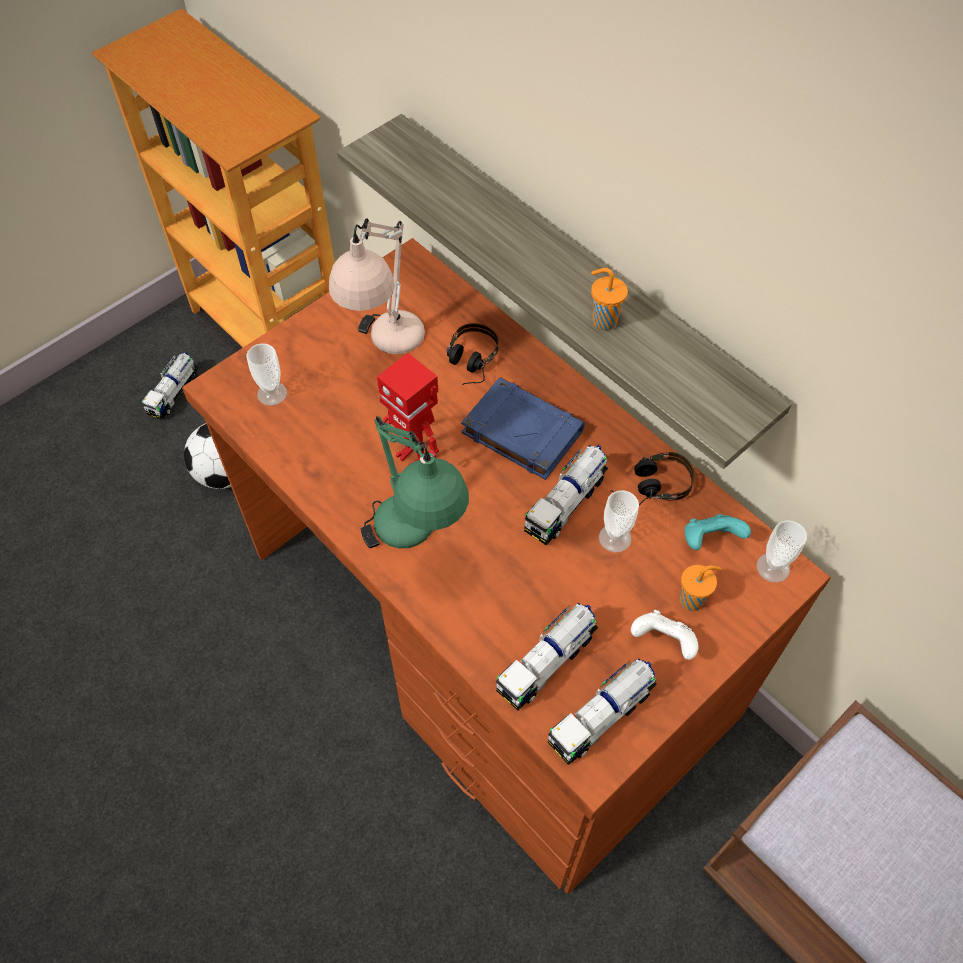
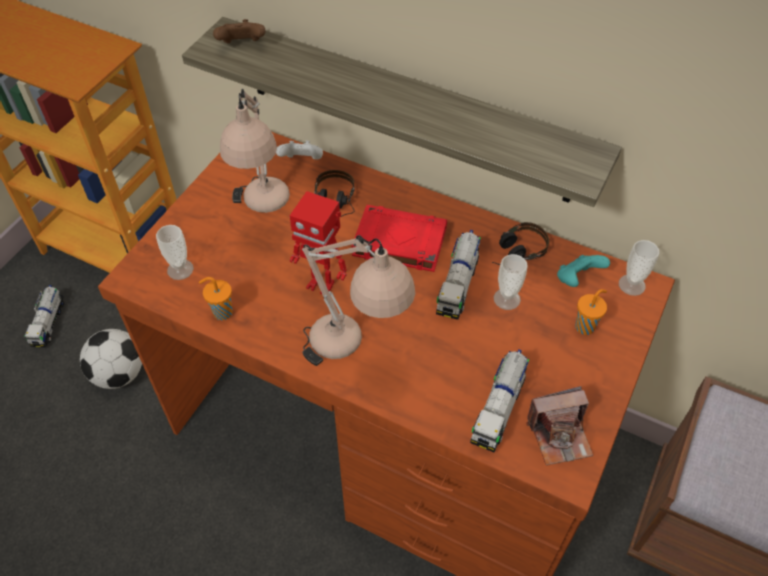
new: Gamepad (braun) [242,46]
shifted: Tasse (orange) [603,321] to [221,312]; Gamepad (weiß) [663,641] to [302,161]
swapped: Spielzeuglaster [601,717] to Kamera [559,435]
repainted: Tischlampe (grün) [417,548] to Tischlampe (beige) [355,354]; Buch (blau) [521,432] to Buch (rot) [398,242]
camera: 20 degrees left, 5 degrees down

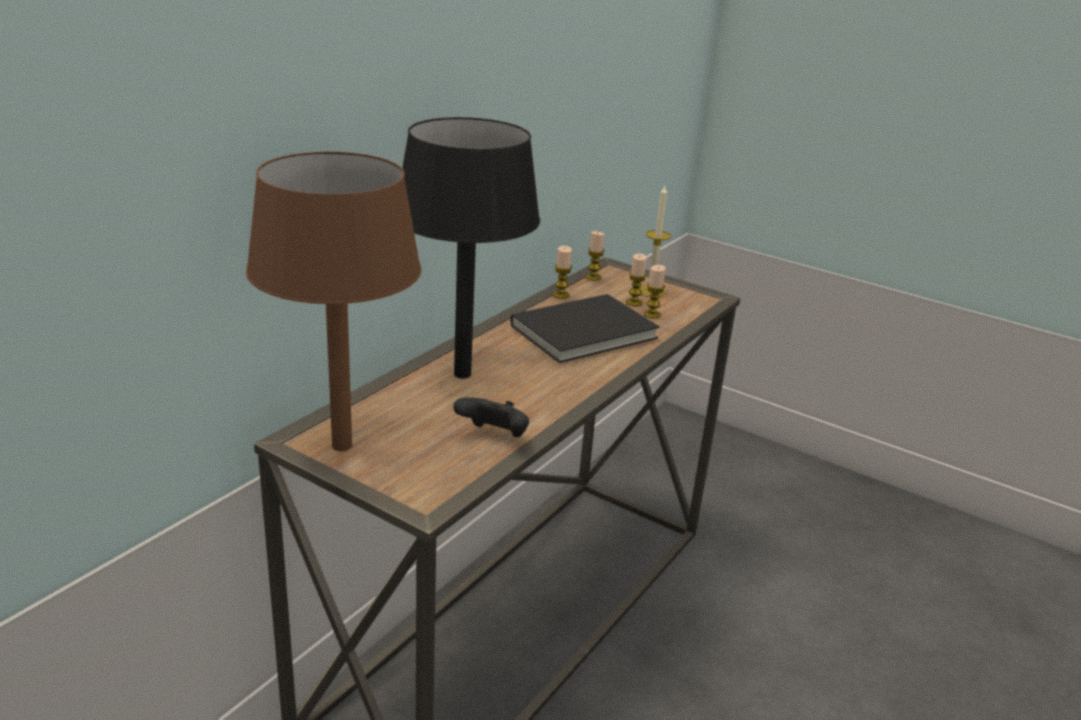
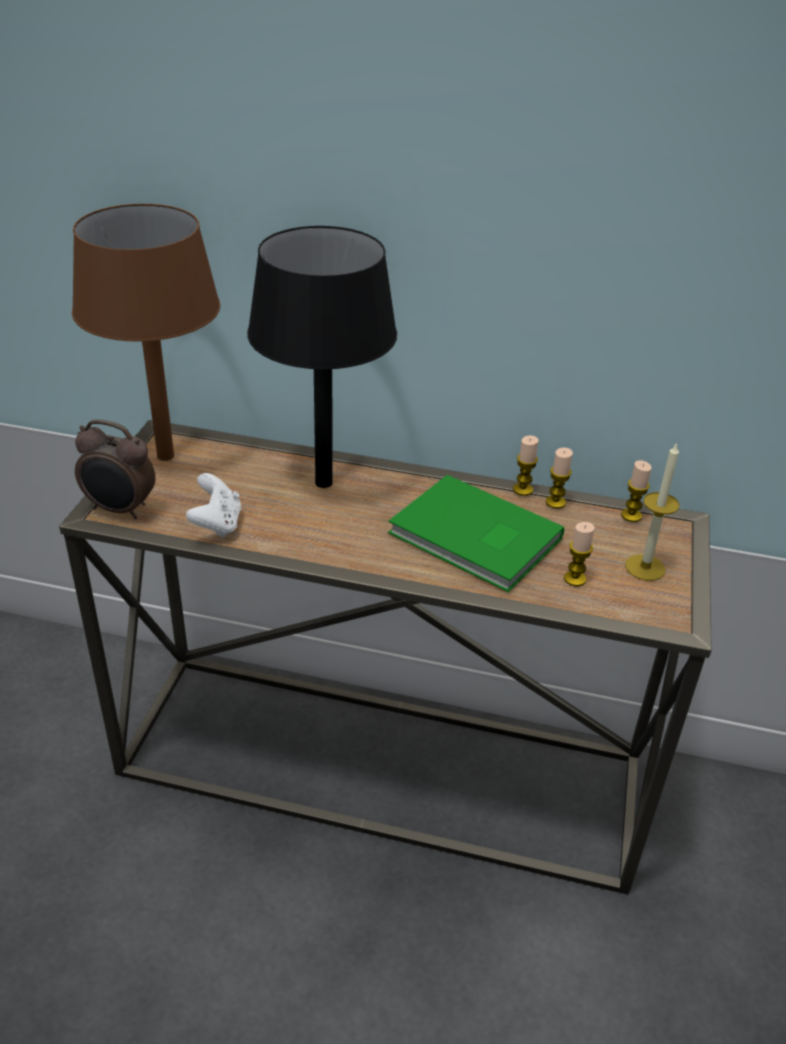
new: Wecker [120,510]
shifted: Kerze [634,302] to [522,489]
repainted: Gamepad (schwarz) [494,436] to Gamepad (weiß) [217,524]; Buch (schwarz) [587,333] to Buch (grün) [475,538]
camera: 70 degrees right, 10 degrees up

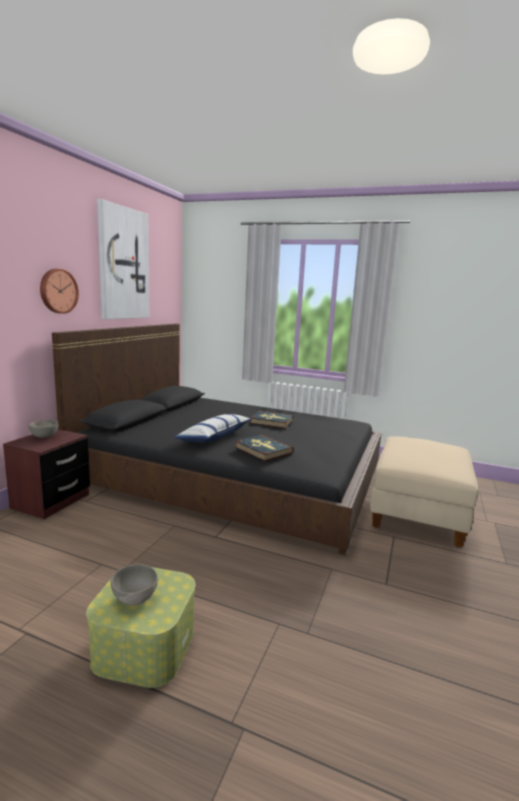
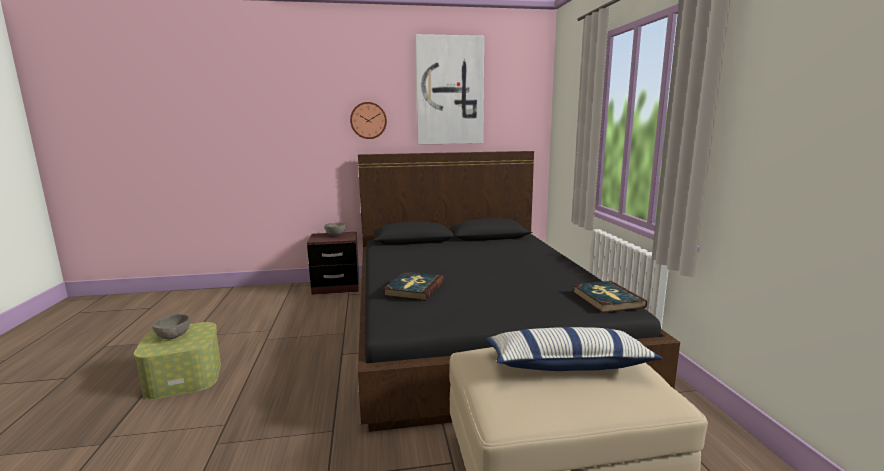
shifted: Kissen [215,437] to [566,364]; Buch [271,421] to [606,299]
camera: 60 degrees right, 0 degrees up

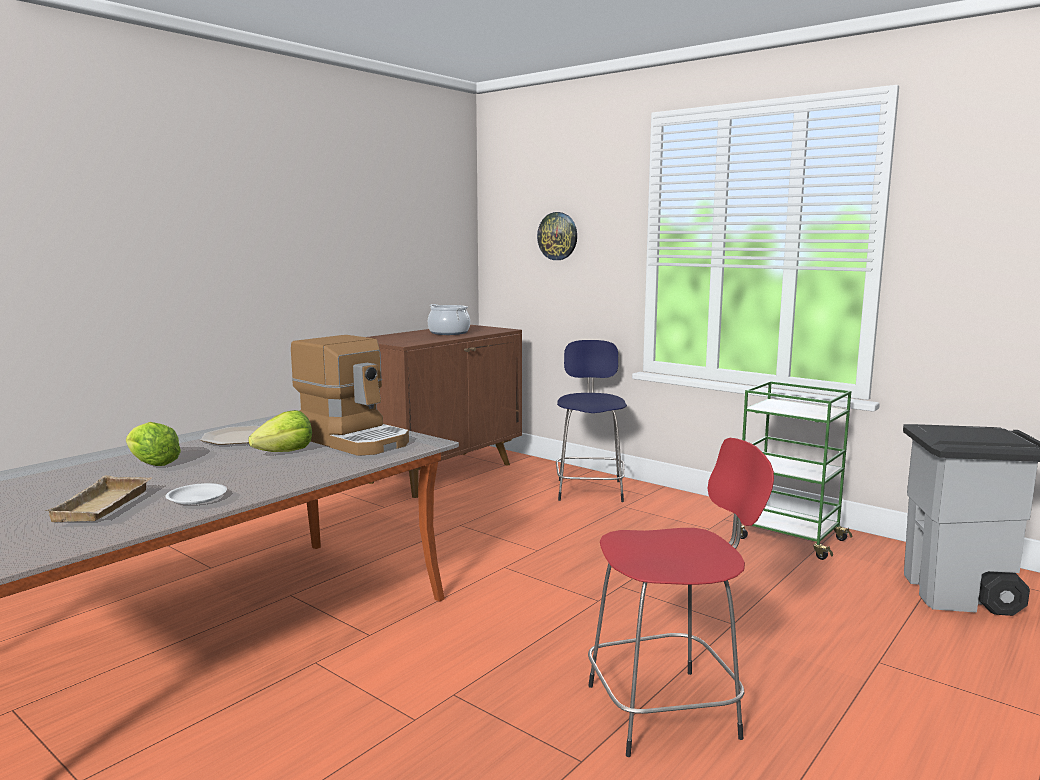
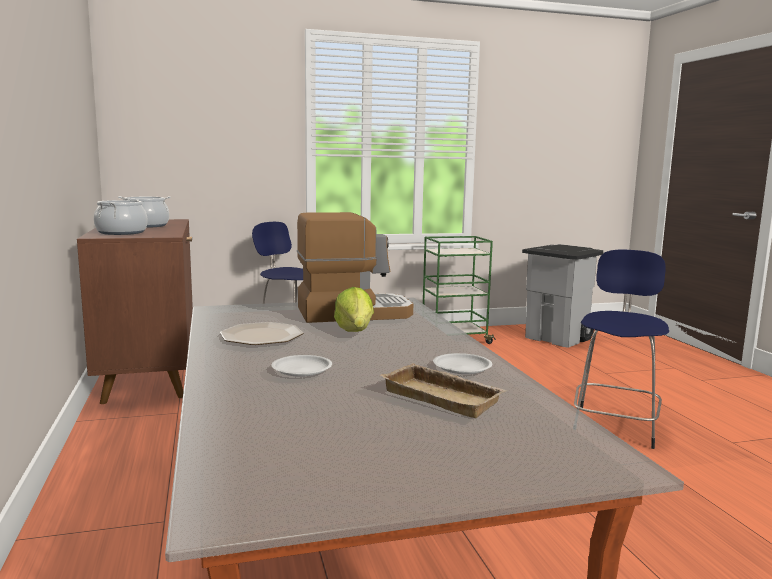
gone: Wanduhr [558,236]
new: Kochtopf [121,232]
swapped: Salatkopf [152,463] to Teller (weiß) [302,369]
repainted: Hocker (rot) [667,710] to Hocker (blau) [614,425]
camera: 55 degrees left, 0 degrees up

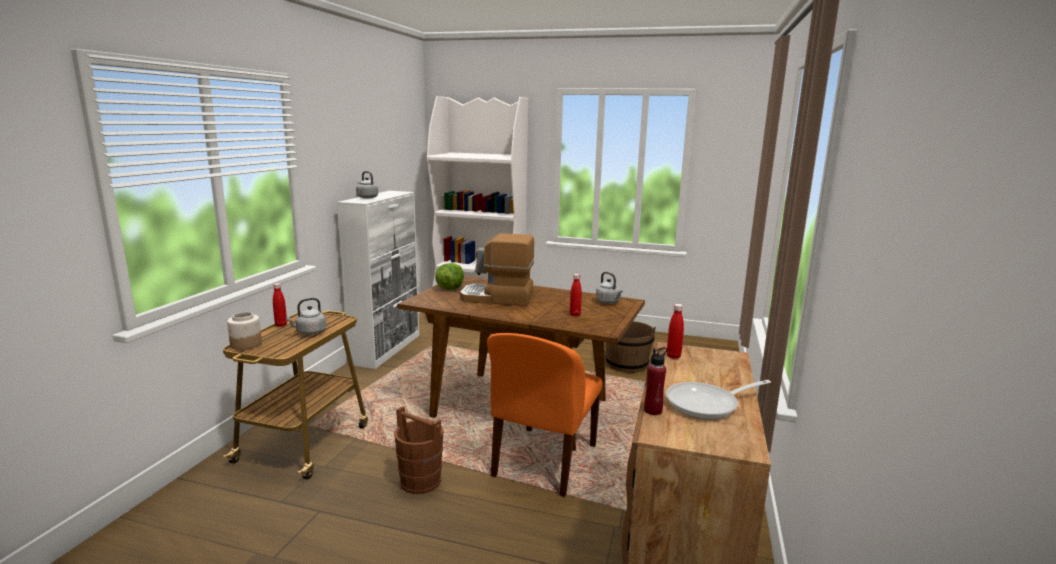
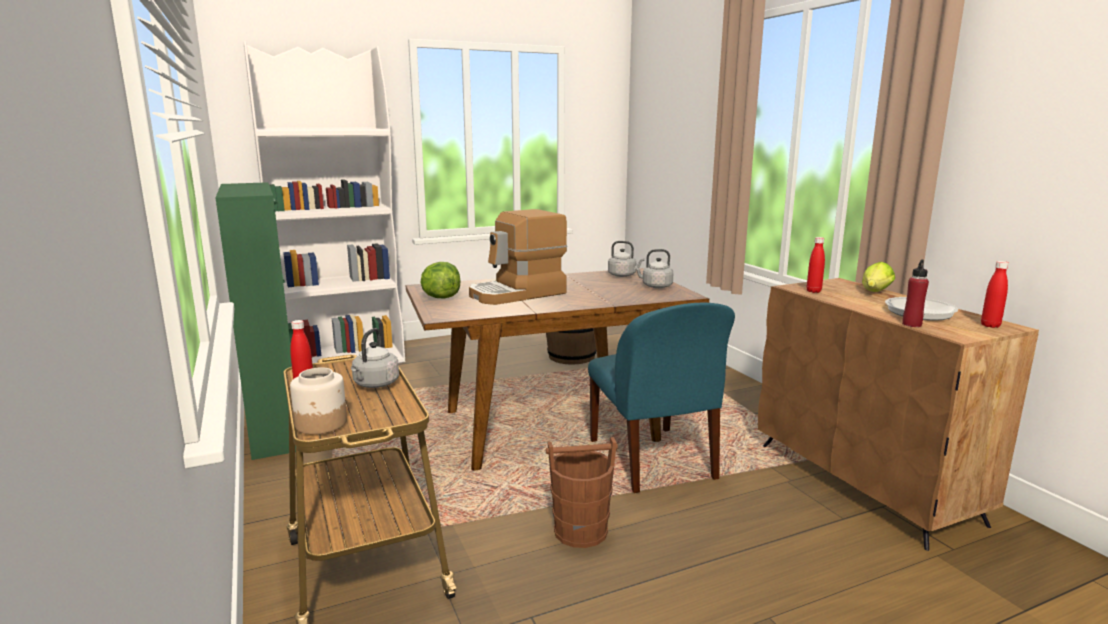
new: Salatkopf [875,293]
shifted: Wasserkessel (grau) [366,197] to [655,286]; Flasche (rot) [575,314] to [990,325]
repainted: Schrank (weiß) [386,349] to Schrank (grün) [274,425]; Stuhl (orange) [543,462] to Stuhl (blau) [653,460]
camera: 40 degrees left, 0 degrees up

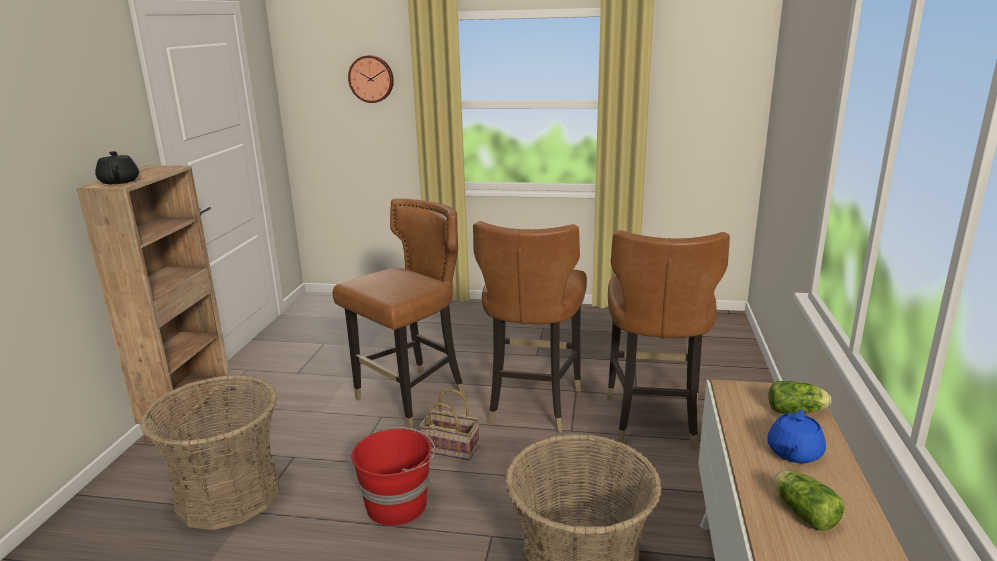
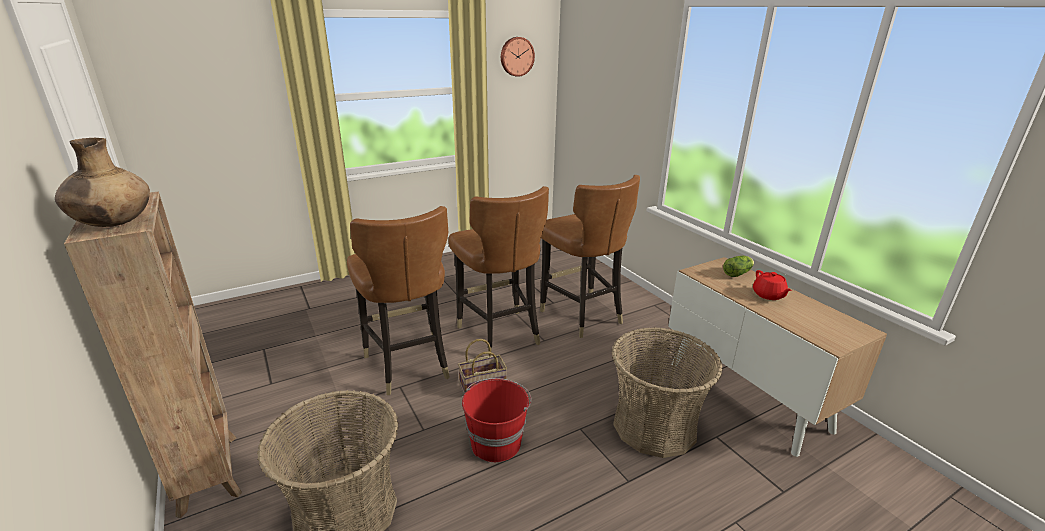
gone: Salatkopf [802,512]
shifted: Wanduhr [371,79] to [516,56]
swapped: Teekanne (schwarz) [119,181] to Vase (braun) [114,224]
repainted: Teekanne (blau) [794,453] to Teekanne (rot) [768,295]
rotated: Stuhl (braun) [411,400] = [408,364] 150 degrees clockwise
camera: 40 degrees left, 5 degrees up

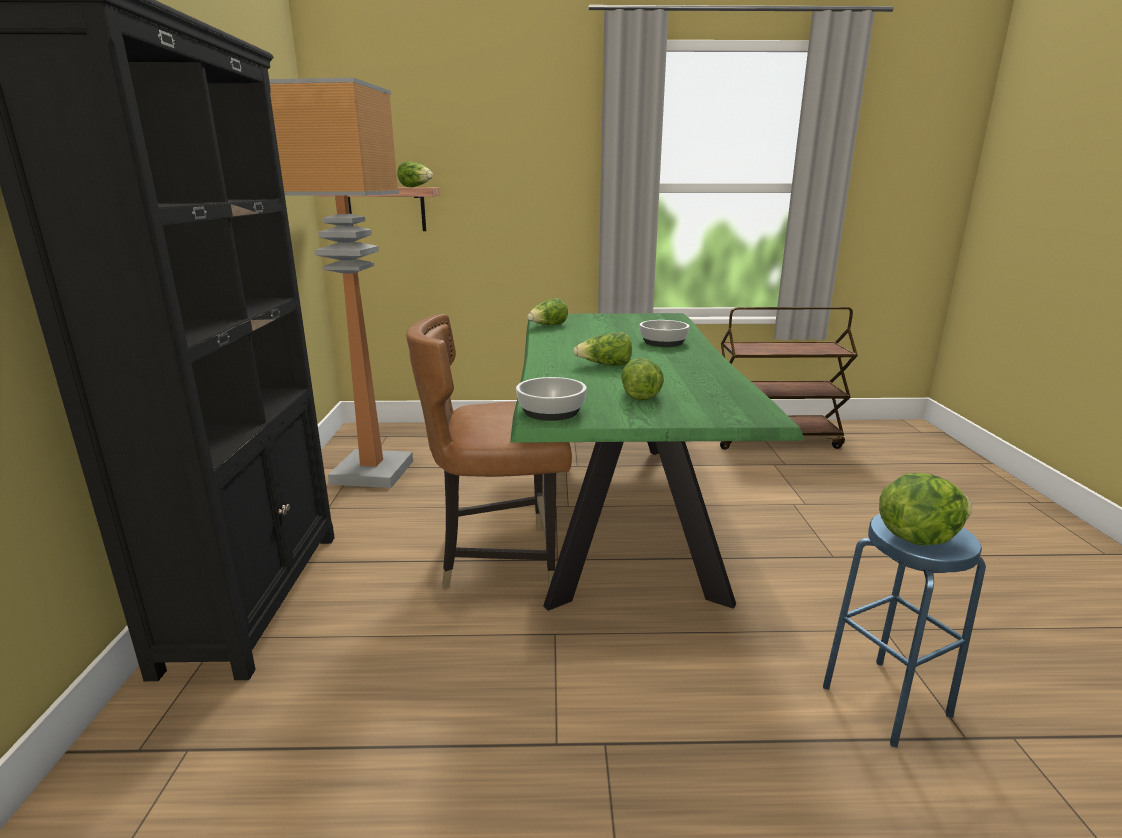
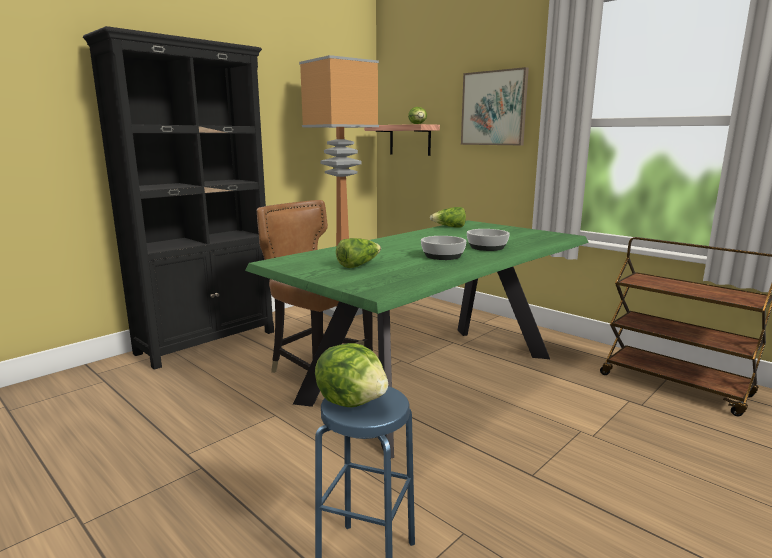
gone: Salatkopf [605,365]
new: Bild [494,108]
shifted: Schüssel [551,411] to [443,256]
camera: 45 degrees right, 5 degrees down

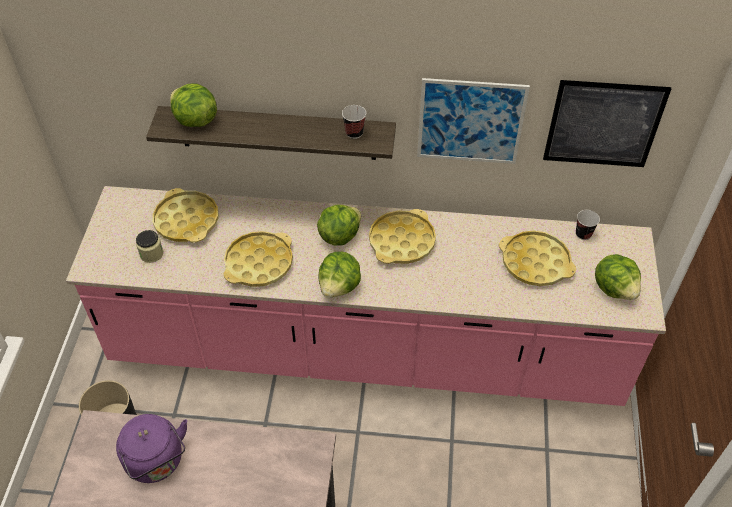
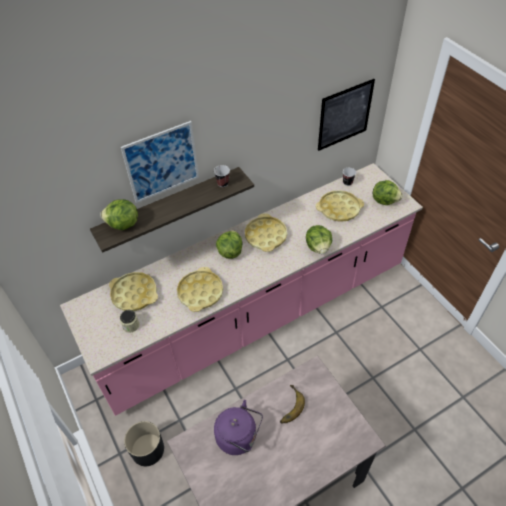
new: Banane [288,406]
shifted: Bild [470,121] to [162,162]; Salatkopf [339,286] to [318,247]
camera: 35 degrees left, 0 degrees up

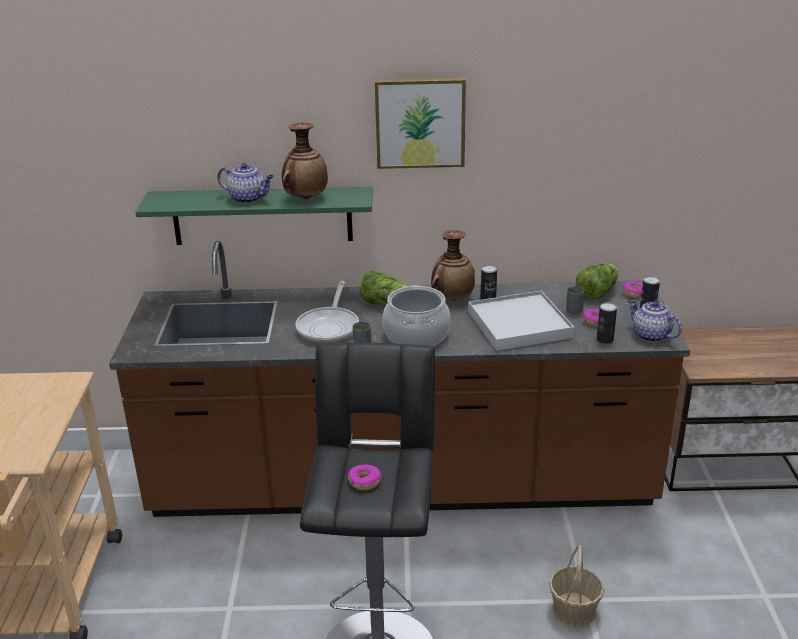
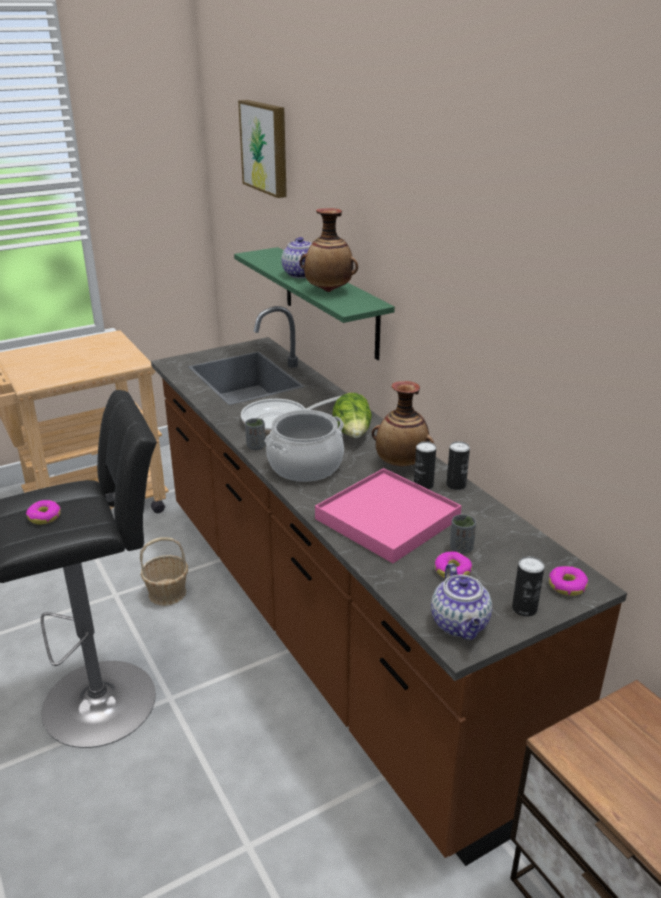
gone: Salatkopf [596,292]
shifted: Korb [574,610] to [167,593]; Bild [420,122] to [266,147]; Dose [604,340] to [456,485]
repainted: Tablett (weiß) [519,324] to Tablett (rosa) [387,518]
rotated: Teekanne [650,335] = [460,625] 150 degrees clockwise
camera: 60 degrees right, 0 degrees up

